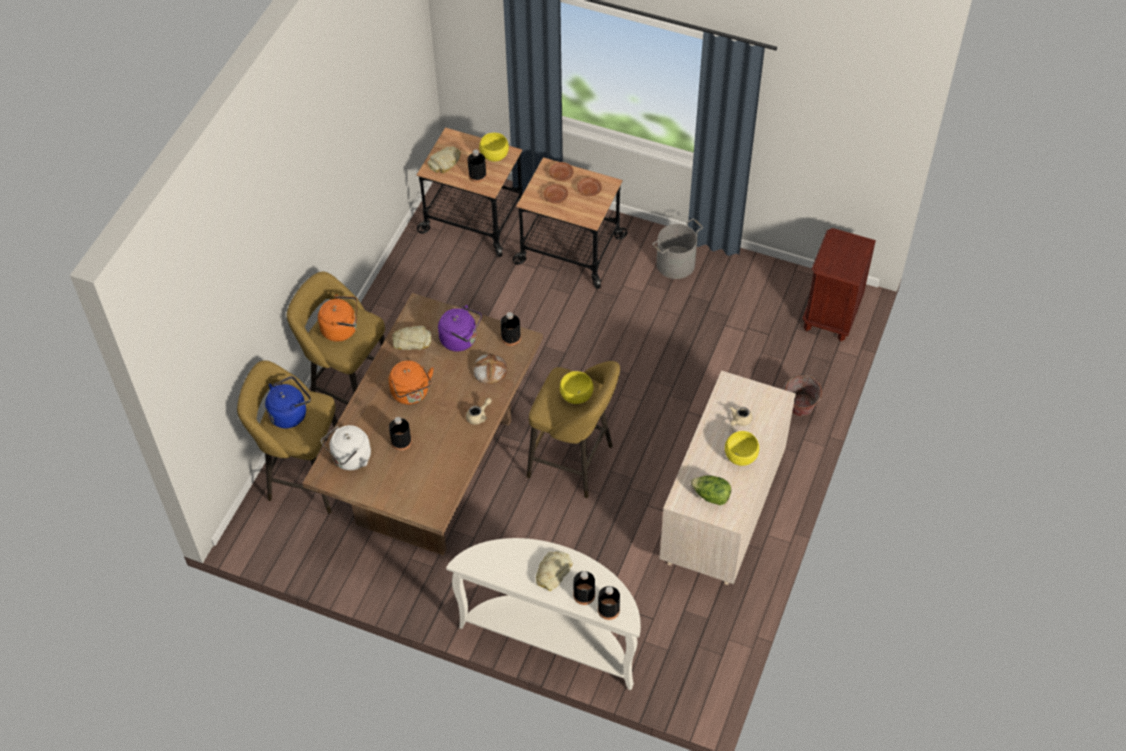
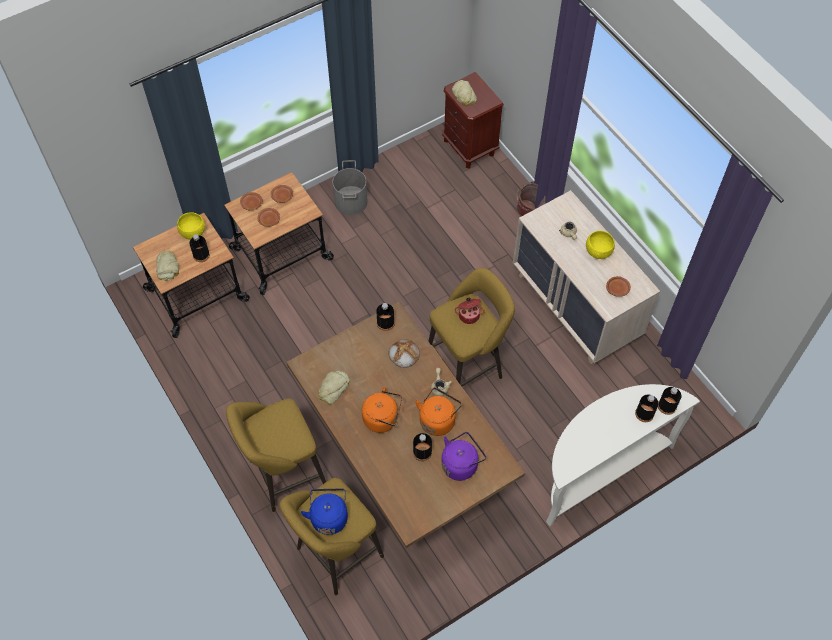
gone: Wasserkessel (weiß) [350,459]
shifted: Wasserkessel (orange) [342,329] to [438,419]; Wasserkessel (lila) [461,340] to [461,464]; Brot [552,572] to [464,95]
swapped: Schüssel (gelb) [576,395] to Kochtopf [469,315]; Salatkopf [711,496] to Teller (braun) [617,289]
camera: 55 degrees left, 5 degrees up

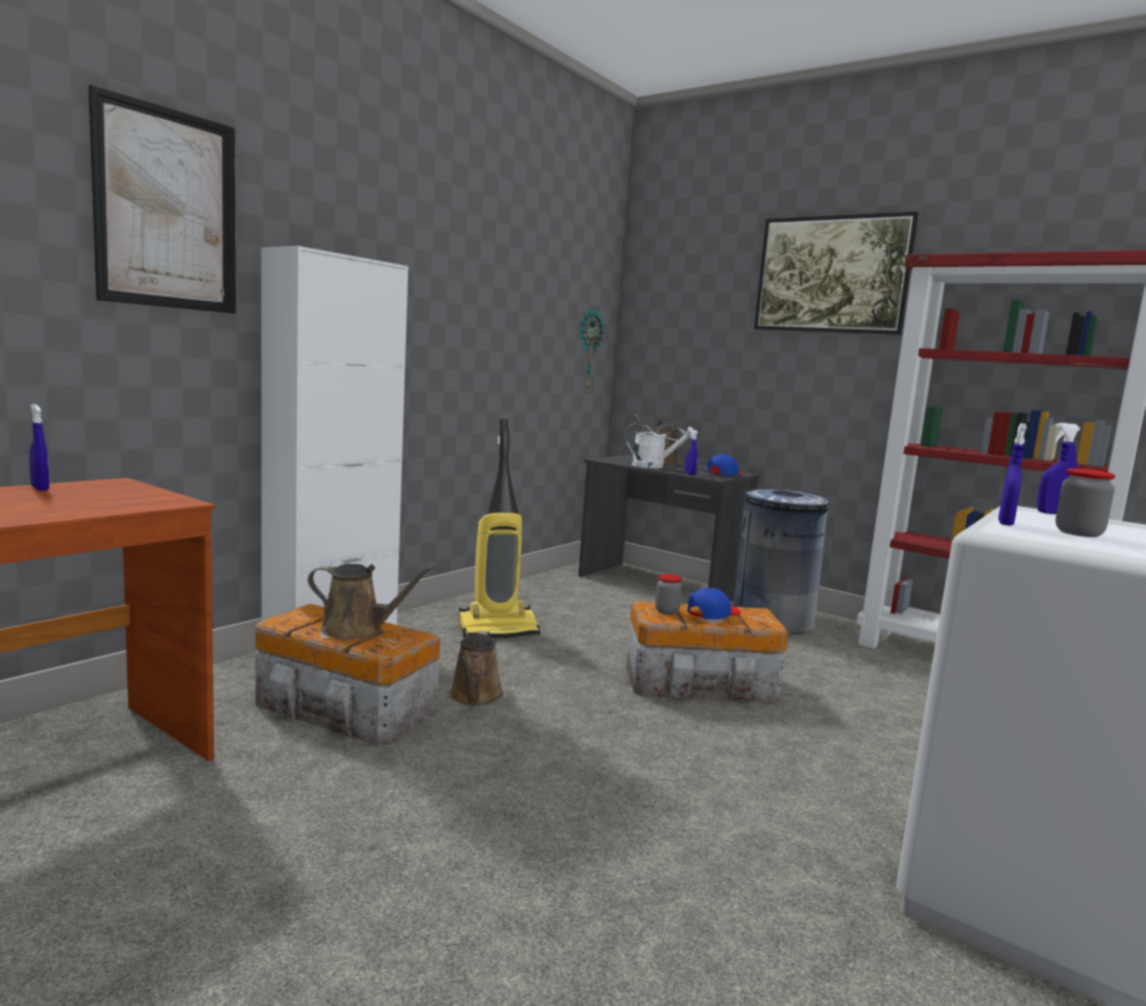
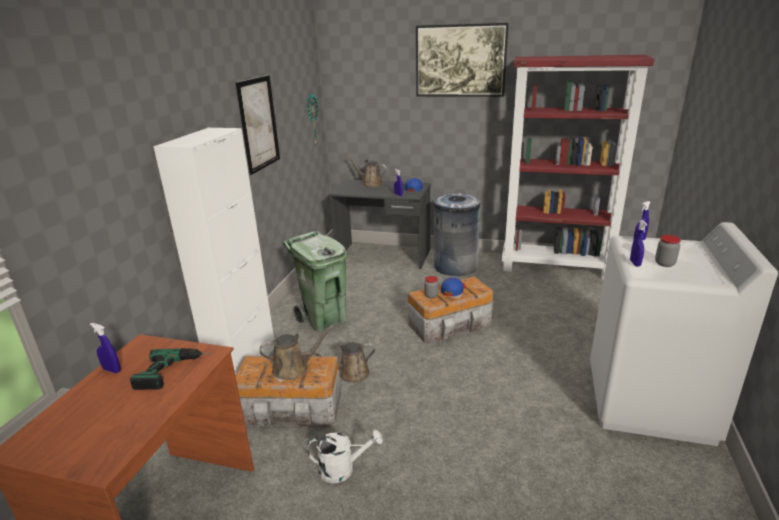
new: Bohrmaschine [175,371]
shifted: Bild [167,209] to [258,124]; Gießkanne (weiß) [654,466] to [343,469]
swapped: Staubsauger [498,629] to Mülleimer (grün) [324,319]
rotated: Gießkanne (braun) [475,696] = [350,374] 90 degrees clockwise
camera: 20 degrees left, 15 degrees up

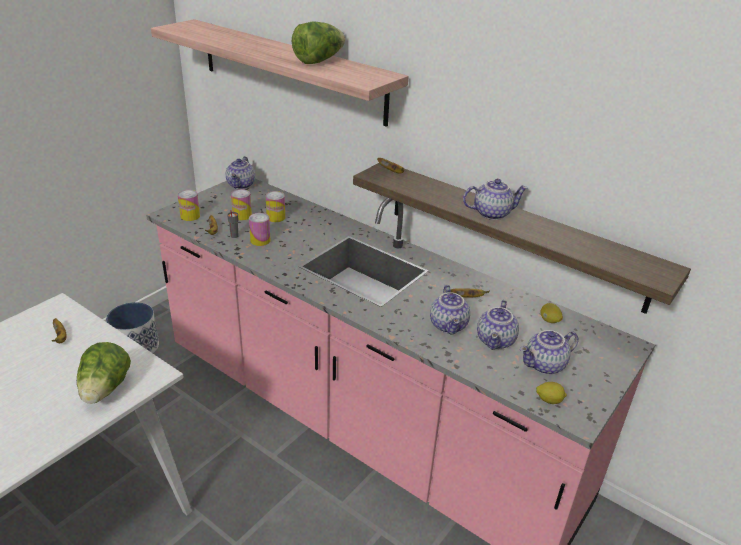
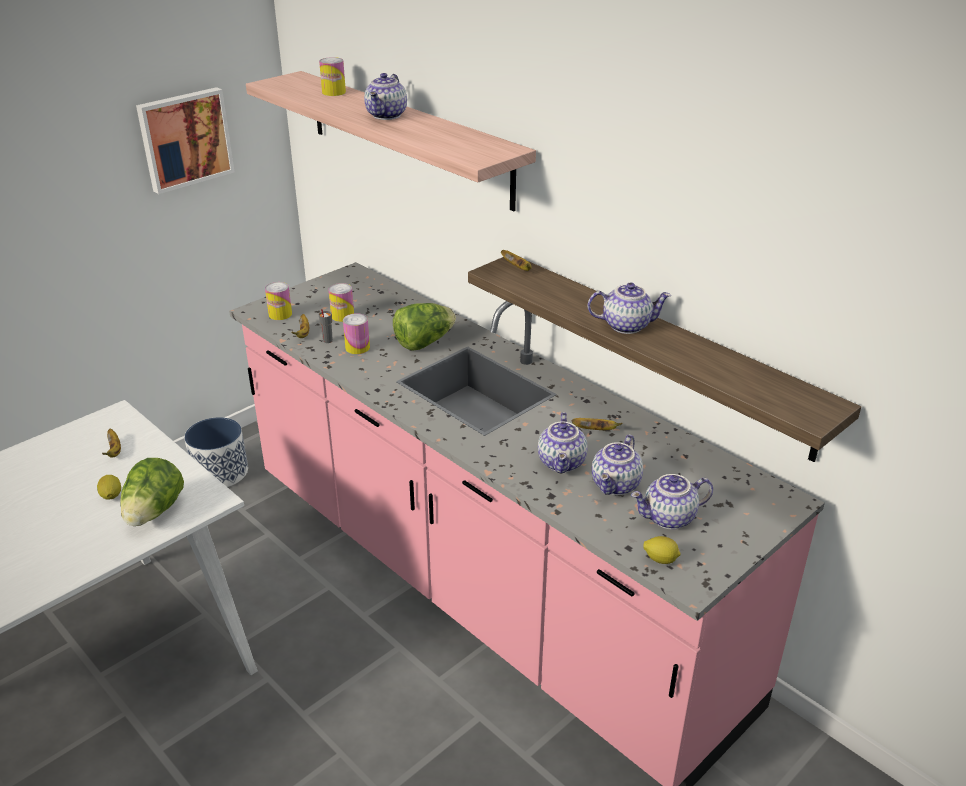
new: Bild [184,139]
shifted: Zitrone [549,321] to [111,496]; Dose [276,217] to [334,92]; Teekanne [241,185] to [387,116]; Salatkopf [318,61] to [424,343]
camera: 10 degrees right, 0 degrees up

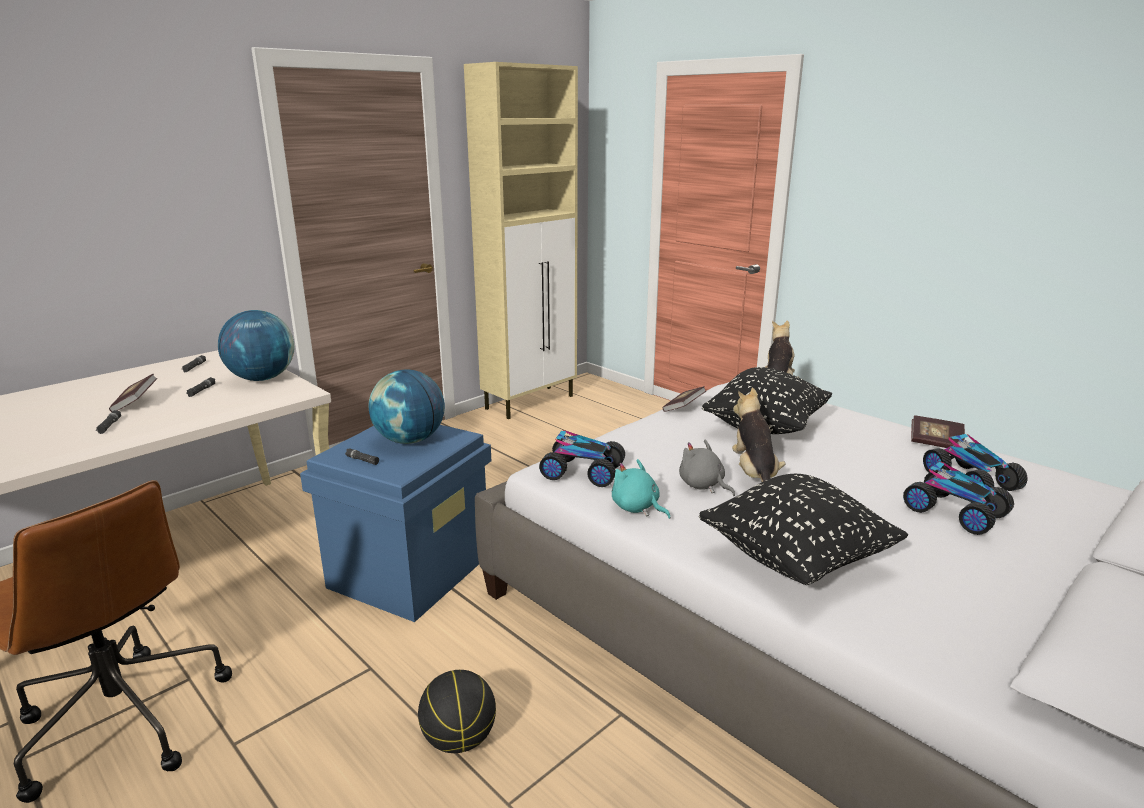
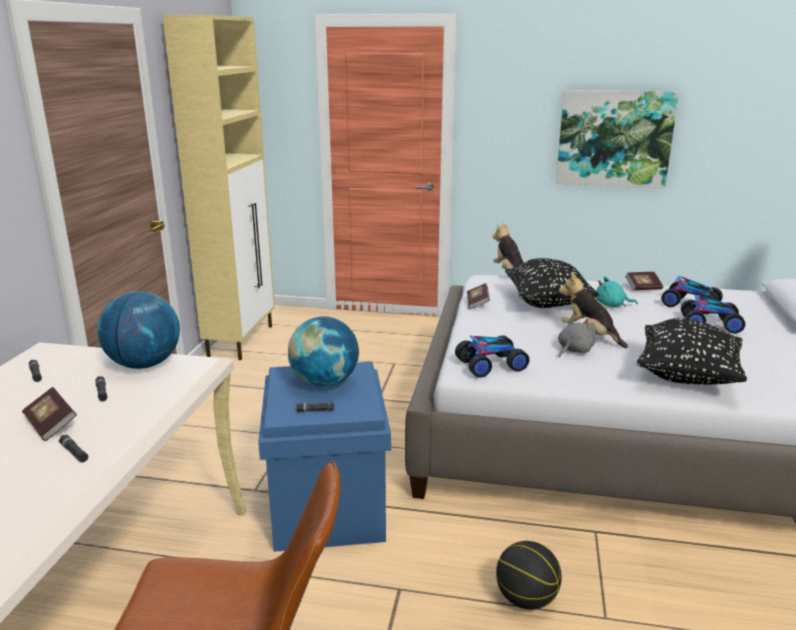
new: Bild [614,138]
shifted: Plüschtier (türkis) [637,508] to [611,305]
rotated: Plüschtier (grau) [703,485] = [574,350] 120 degrees clockwise
camera: 35 degrees left, 0 degrees up

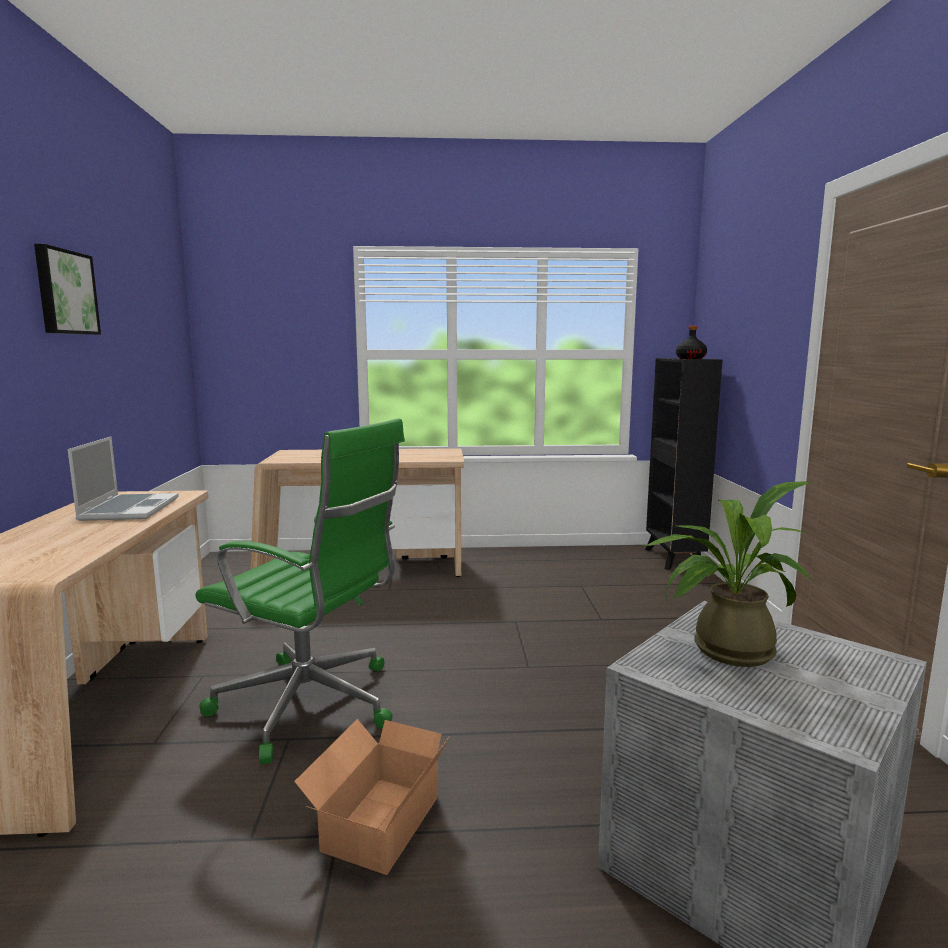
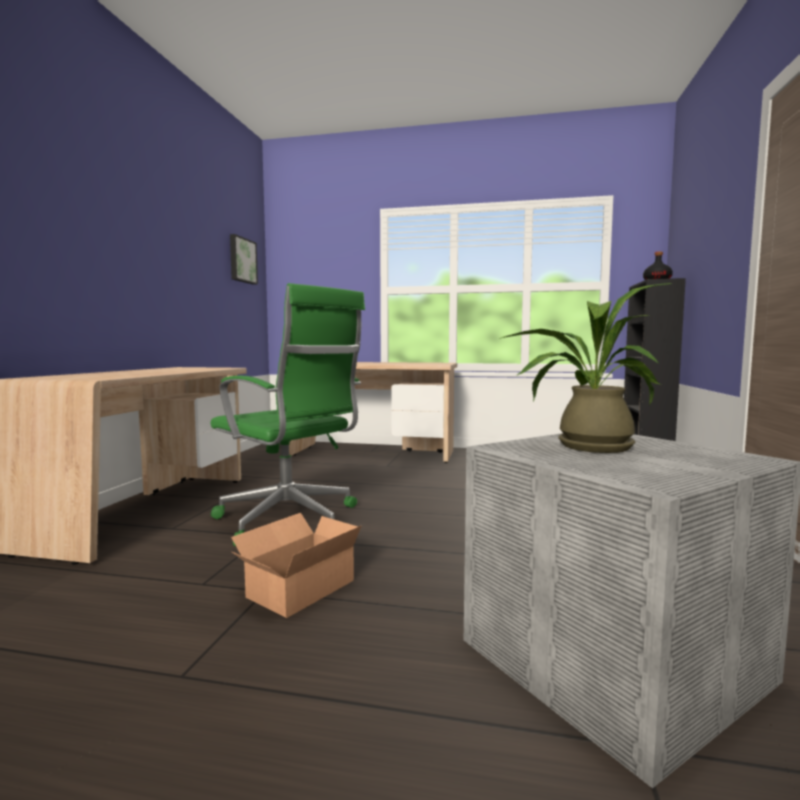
gone: Laptop [129,509]
shifted: Bild [64,292] to [242,260]
camera: 15 degrees right, 5 degrees down

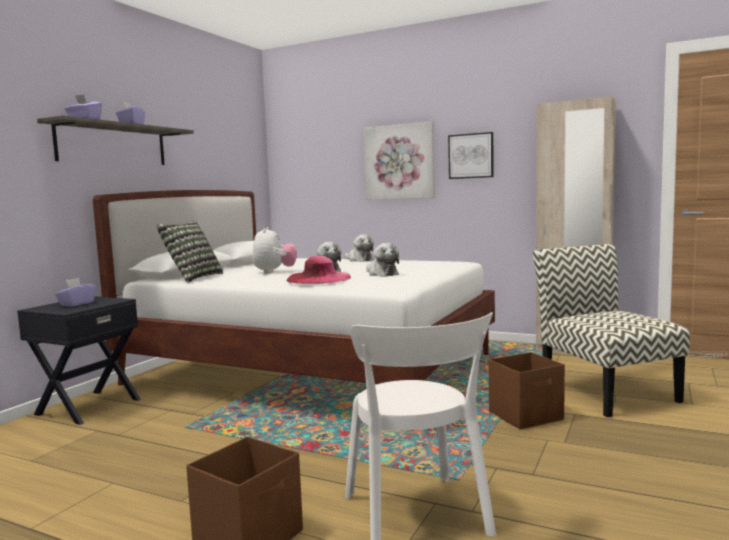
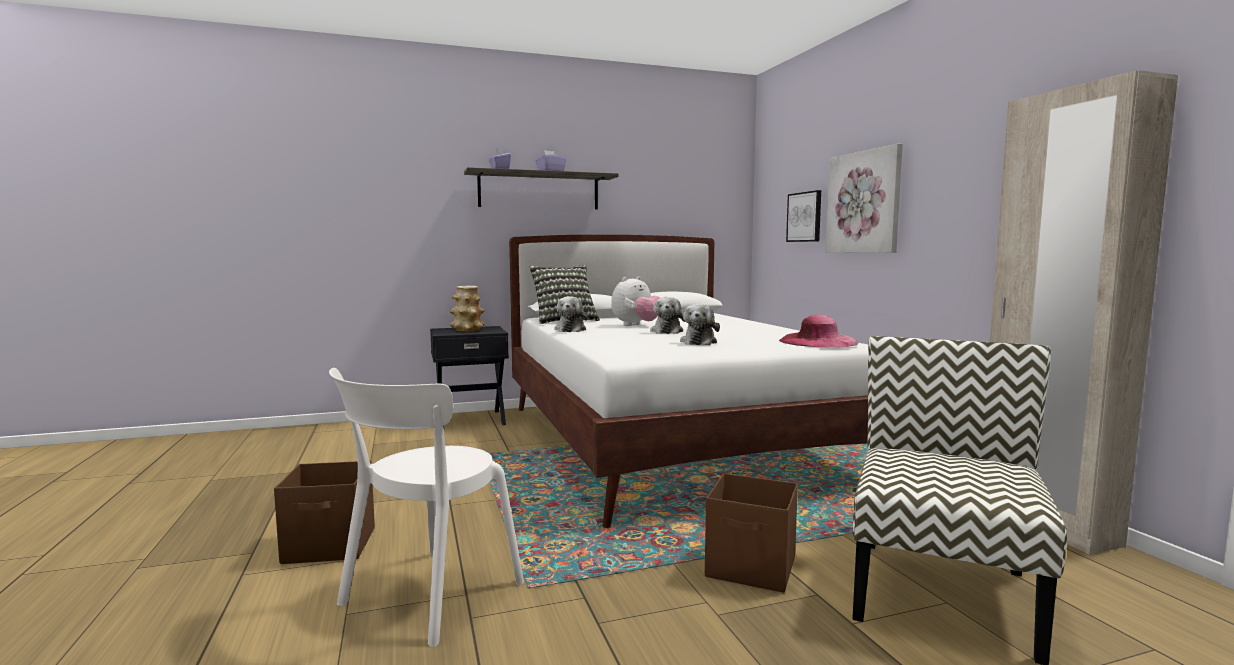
shifted: Plüschtier [359,260] to [571,329]; Hut (rosa) [319,278] to [818,341]; Bild [471,156] to [804,217]
swapped: Taschentuchbox (lila) [77,304] to Vase [467,330]
camera: 45 degrees right, 0 degrees up

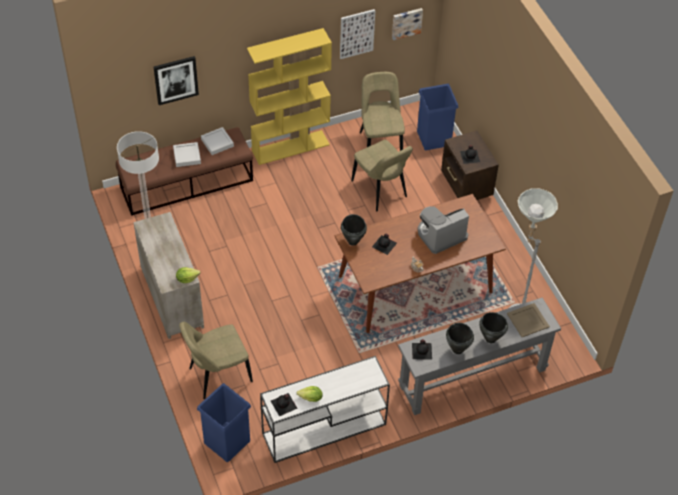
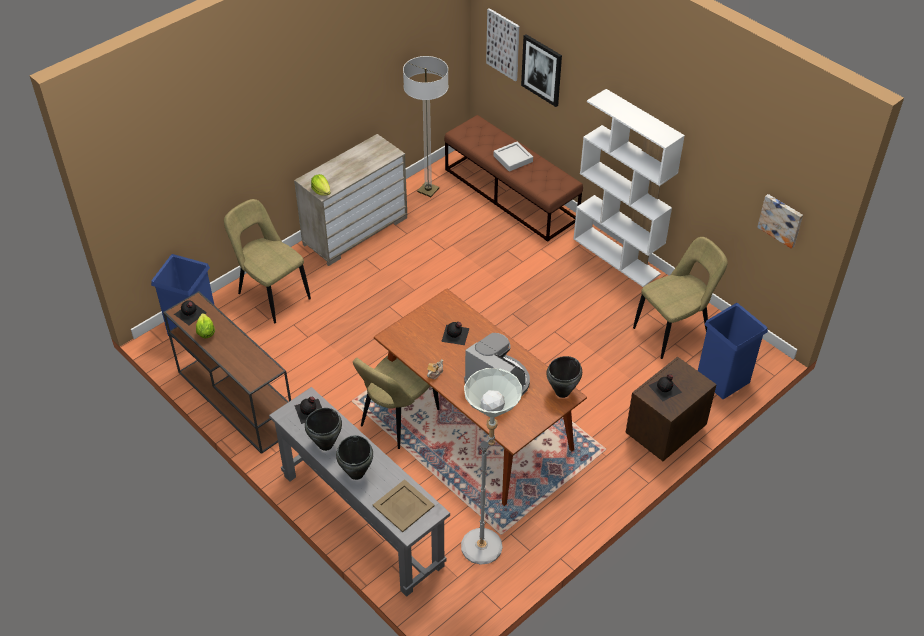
gone: Tablett (grau) [217,143]
shifted: Stuhl (beige) [380,191] to [397,420]; Bild [356,33] to [503,44]; Kochtopf (schwarz) [353,241] to [562,392]
repainted: Konsolentisch (weiß) [323,429] to Konsolentisch (braun) [234,400]; Bücherregal (gelb) [291,147] to Bücherregal (weiß) [617,256]
camera: 70 degrees right, 5 degrees down

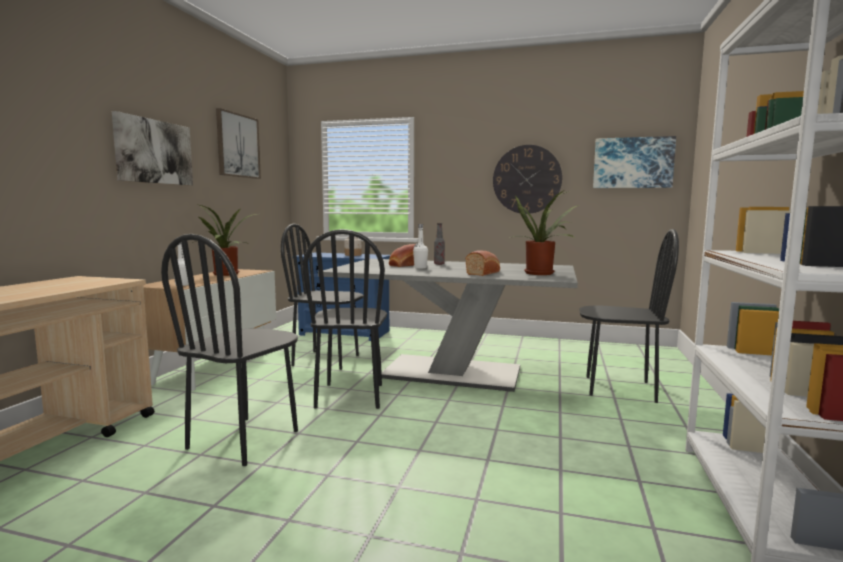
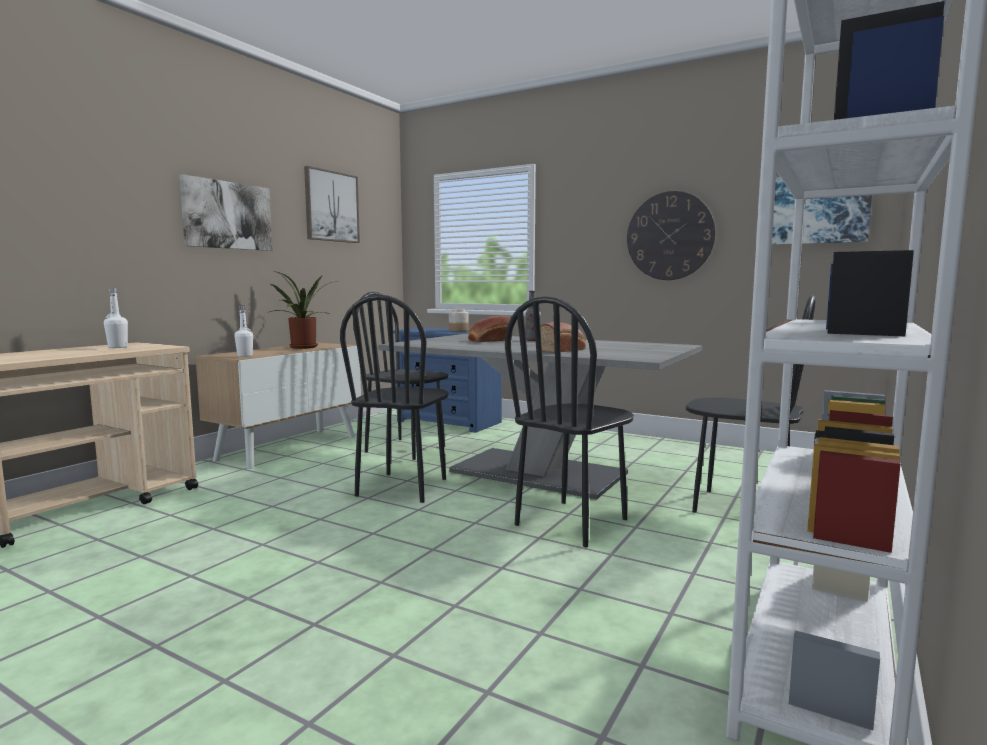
gone: Topfpflanze [540,273]
shifted: Flasche (weiß) [420,268] to [118,347]; Stuhl (schwarz) [244,440] to [572,522]
camera: 15 degrees right, 0 degrees up

